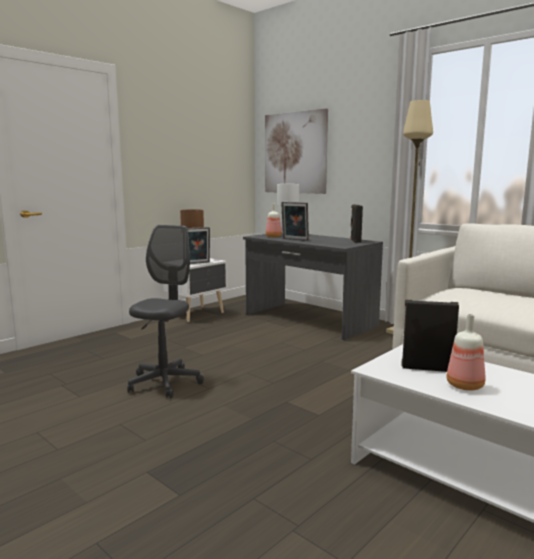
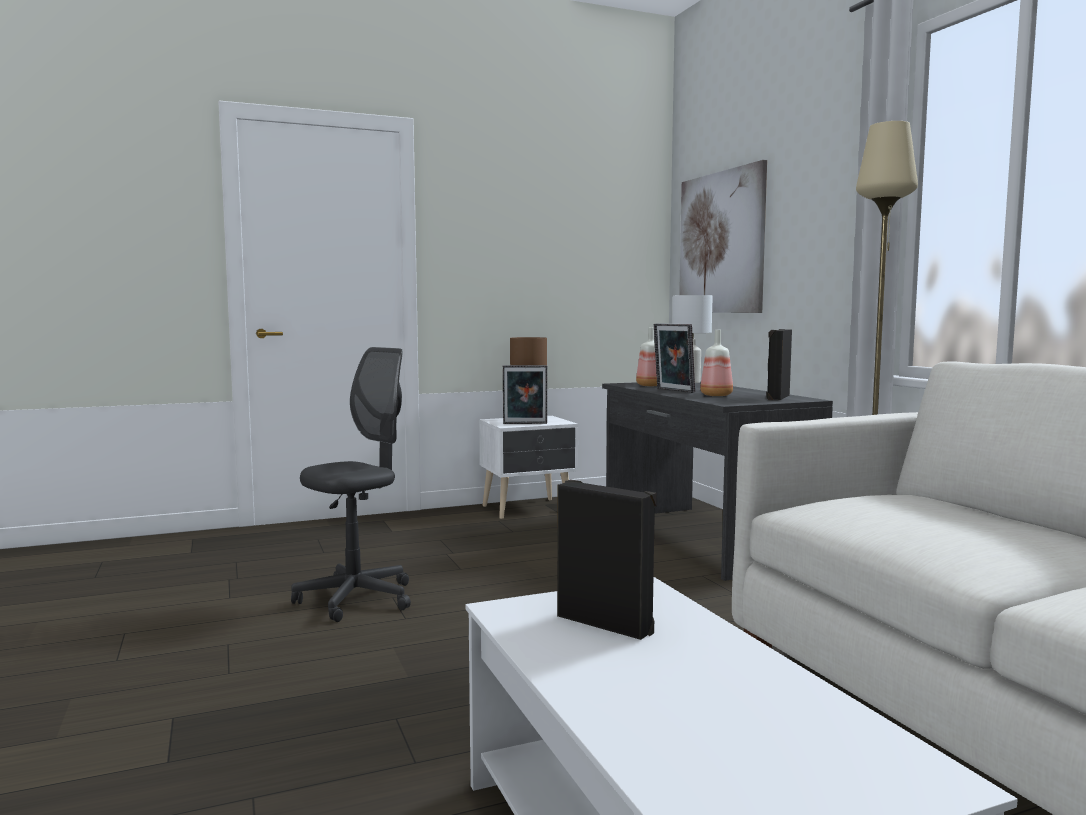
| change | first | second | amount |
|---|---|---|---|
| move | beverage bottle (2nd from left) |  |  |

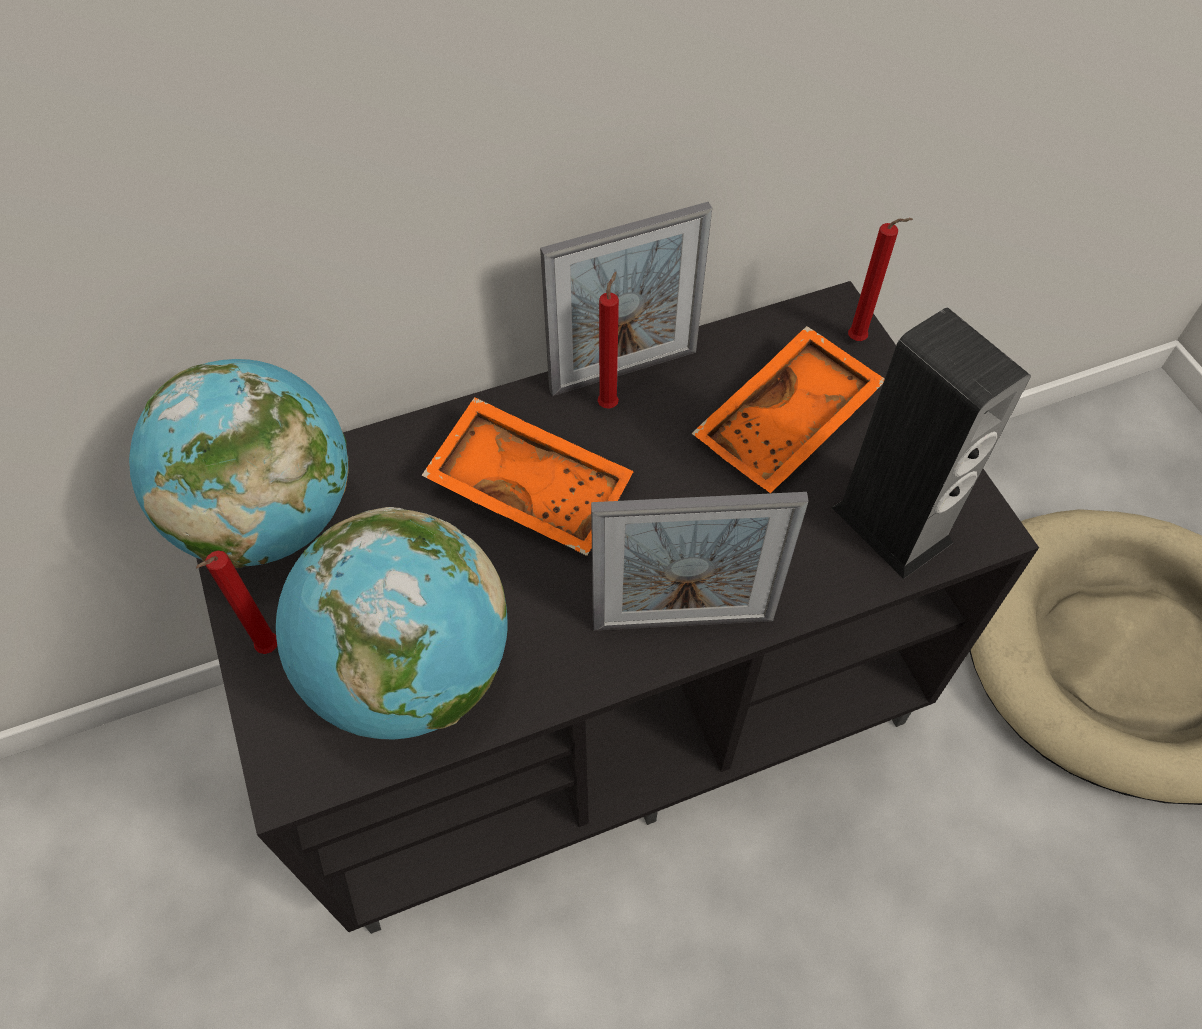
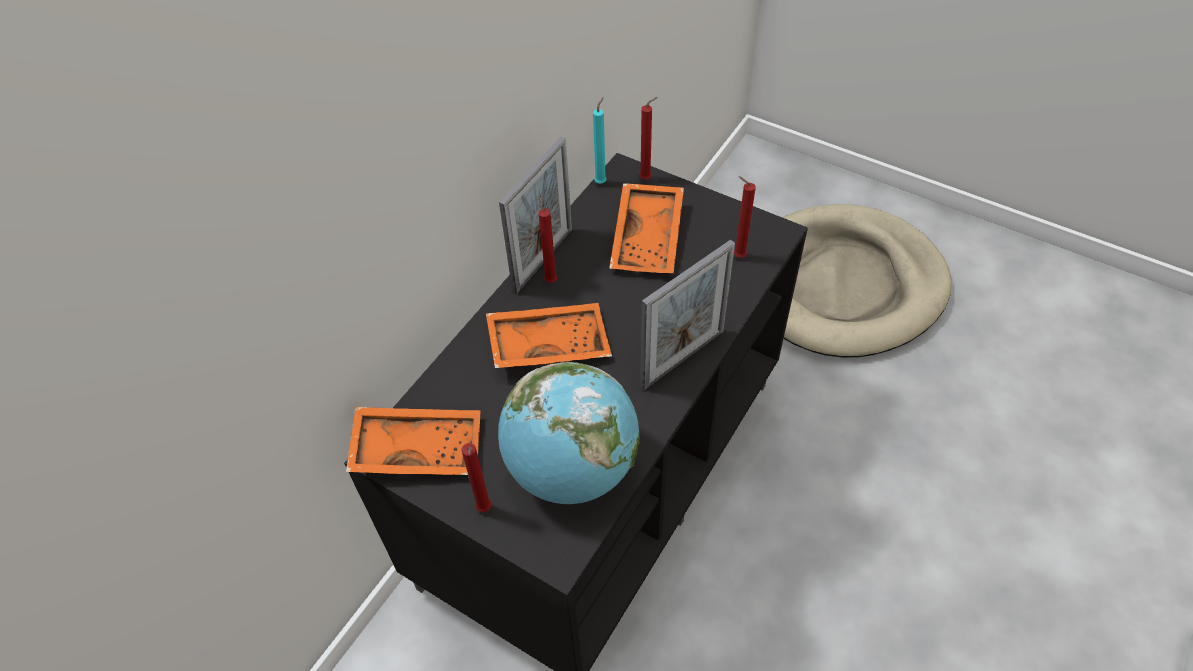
| change | first | second | amount |
|---|---|---|---|
| replace | desk globe (1st from left) | serving tray in orange-coloured (1st from left) |  |
| replace | audio speaker | candle in red-coloured (4th from left) |  |
| insert |  | candle in blue-green |  |

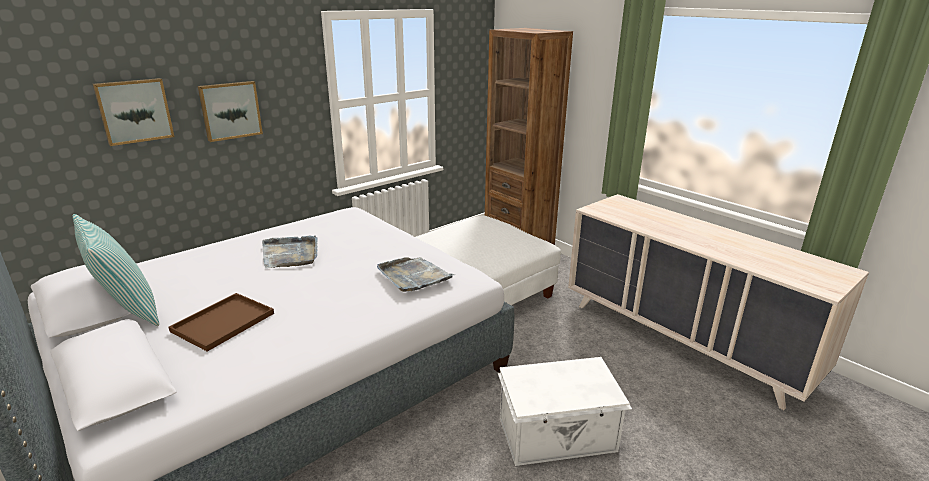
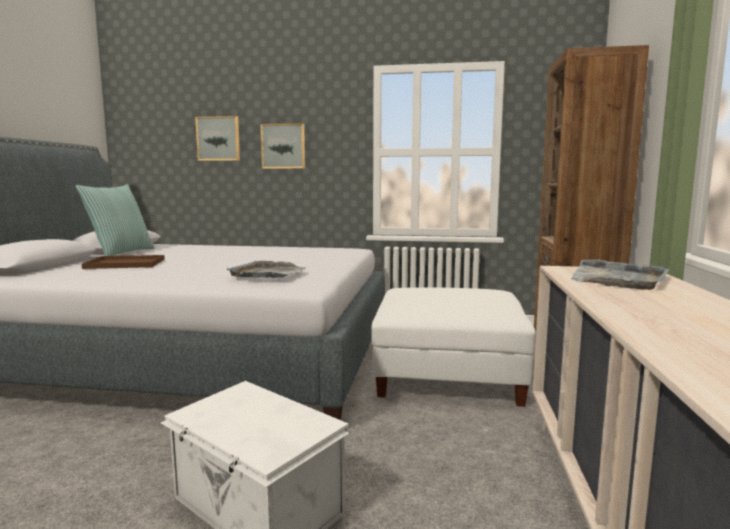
| change | first | second | amount |
|---|---|---|---|
| move | serving tray in greyish (1st from left in the first image) | serving tray in greyish (2nd from left) |  |

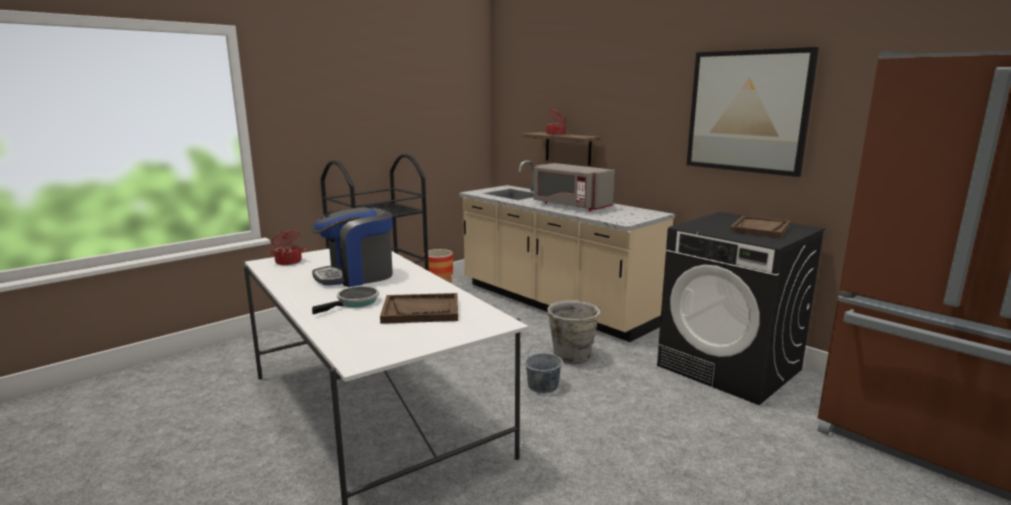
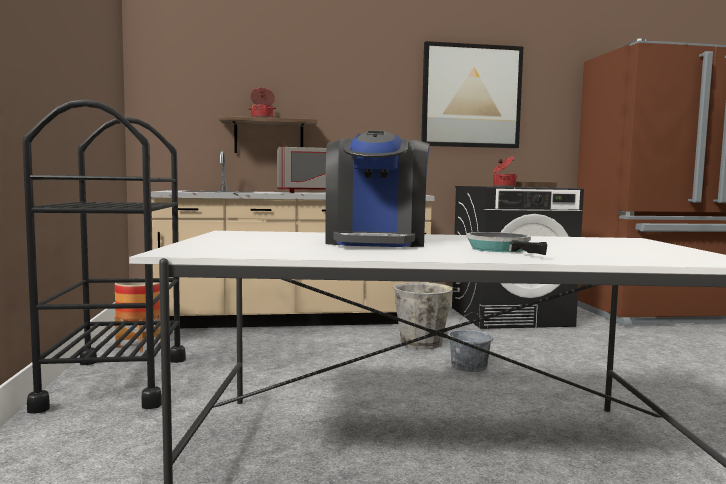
| change | first | second | amount |
|---|---|---|---|
| move | cooking pot (1st from left in the first image) | cooking pot (2nd from left) |  |
| delete | serving tray in brownish (1st from left) |  |  |

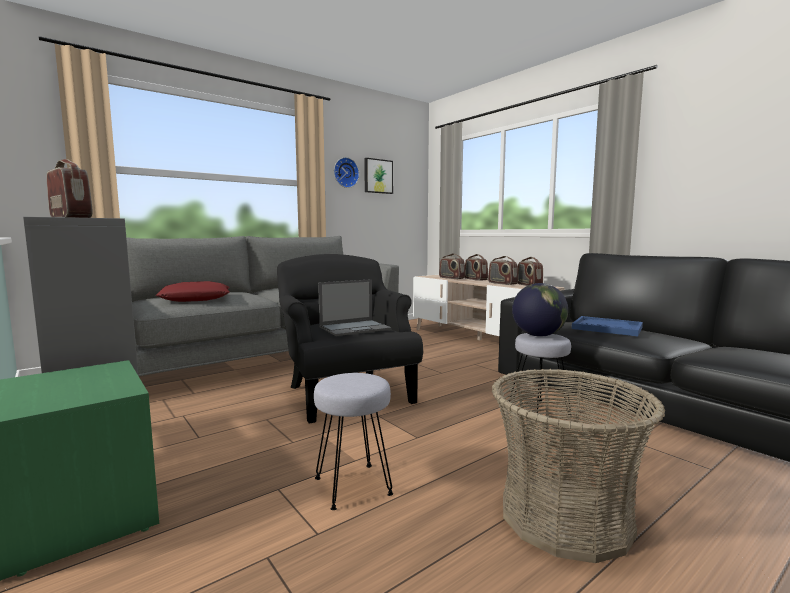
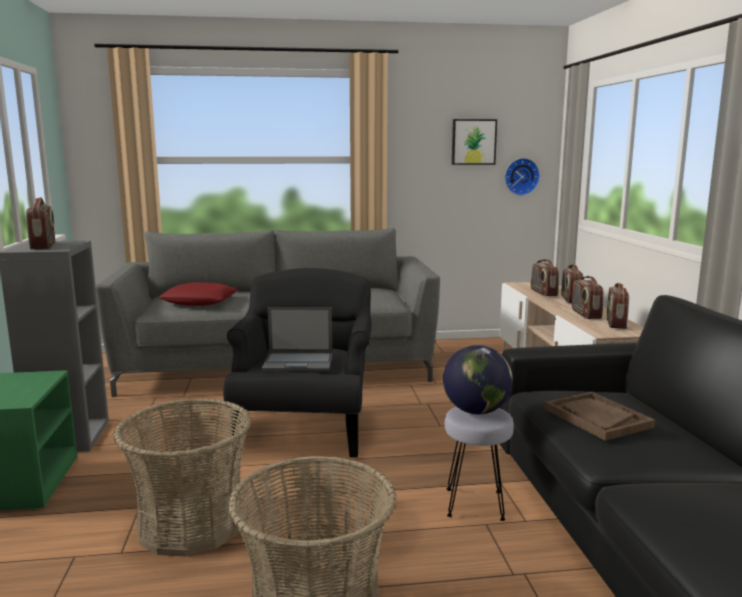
| change | first | second | amount |
|---|---|---|---|
| replace | stool seat in greyish (1st from left) | storage basket (1st from left) |  |
| move | clock on the wall |  |  |
| recolor | serving tray in blue-coloured | serving tray in brownish |  |

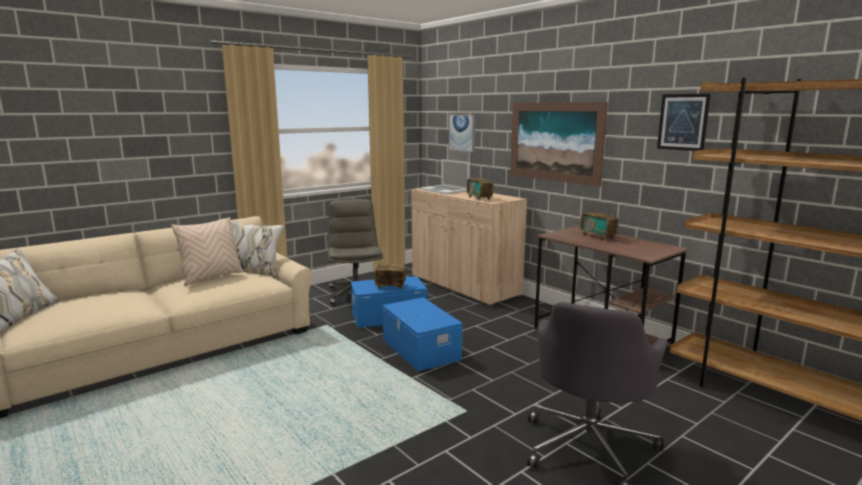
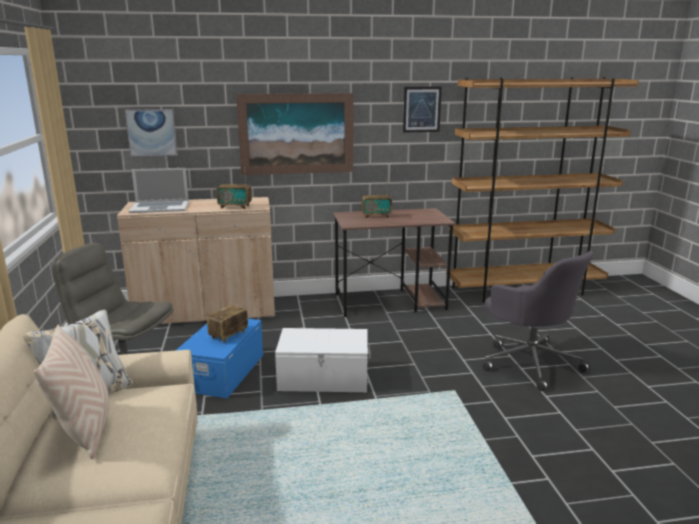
| change | first | second | amount |
|---|---|---|---|
| recolor | storage container in blue-coloured (2nd from left) | storage container in white |  |

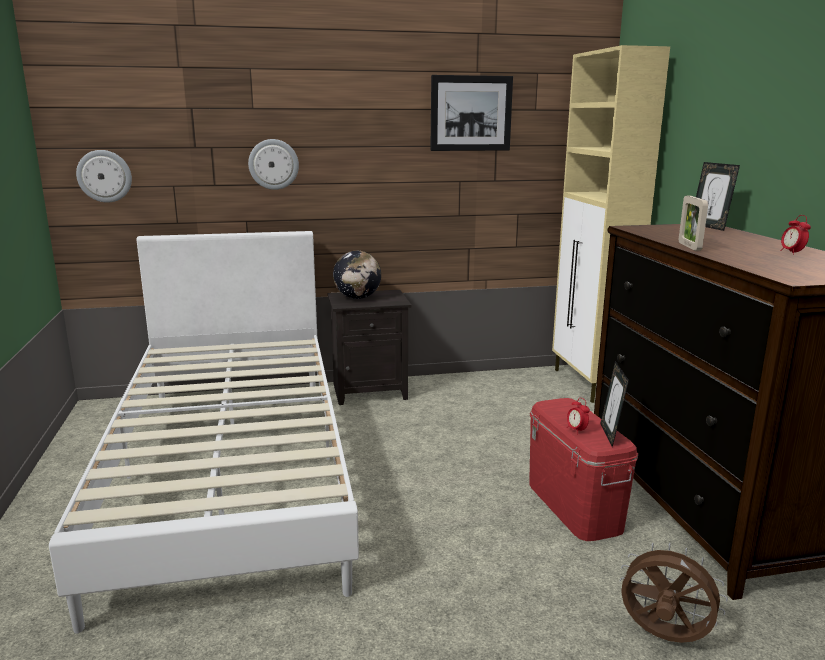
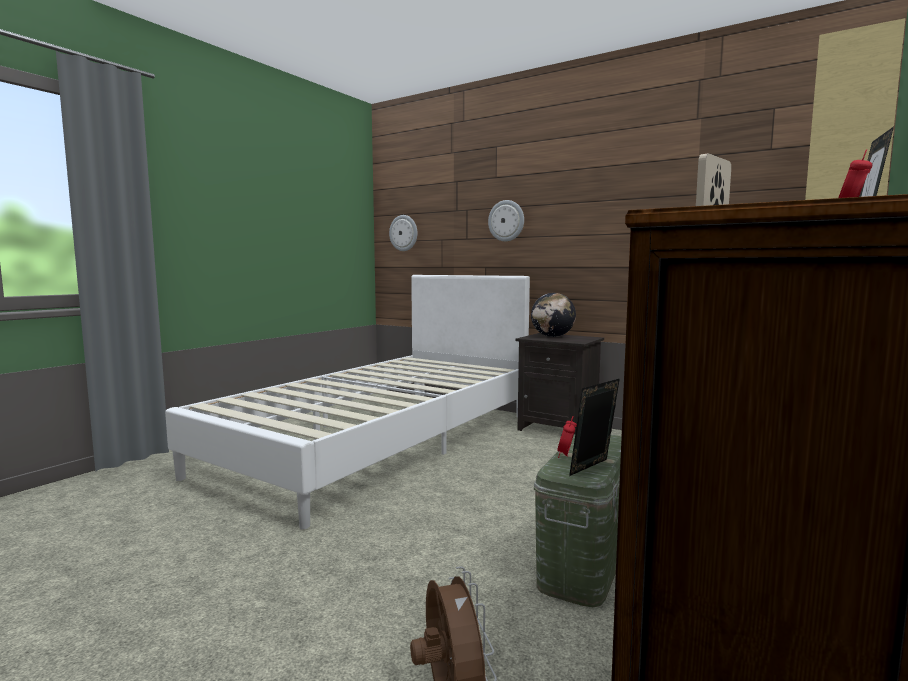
| change | first | second | amount |
|---|---|---|---|
| delete | wall art |  |  |
| recolor | storage container in red-coloured | storage container in green-coloured |  |

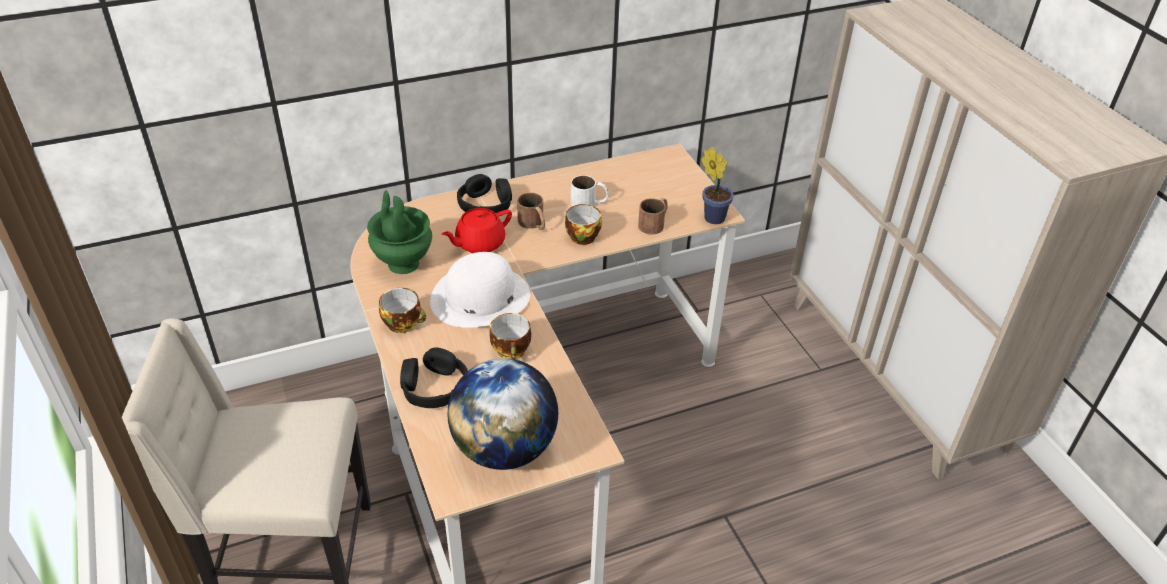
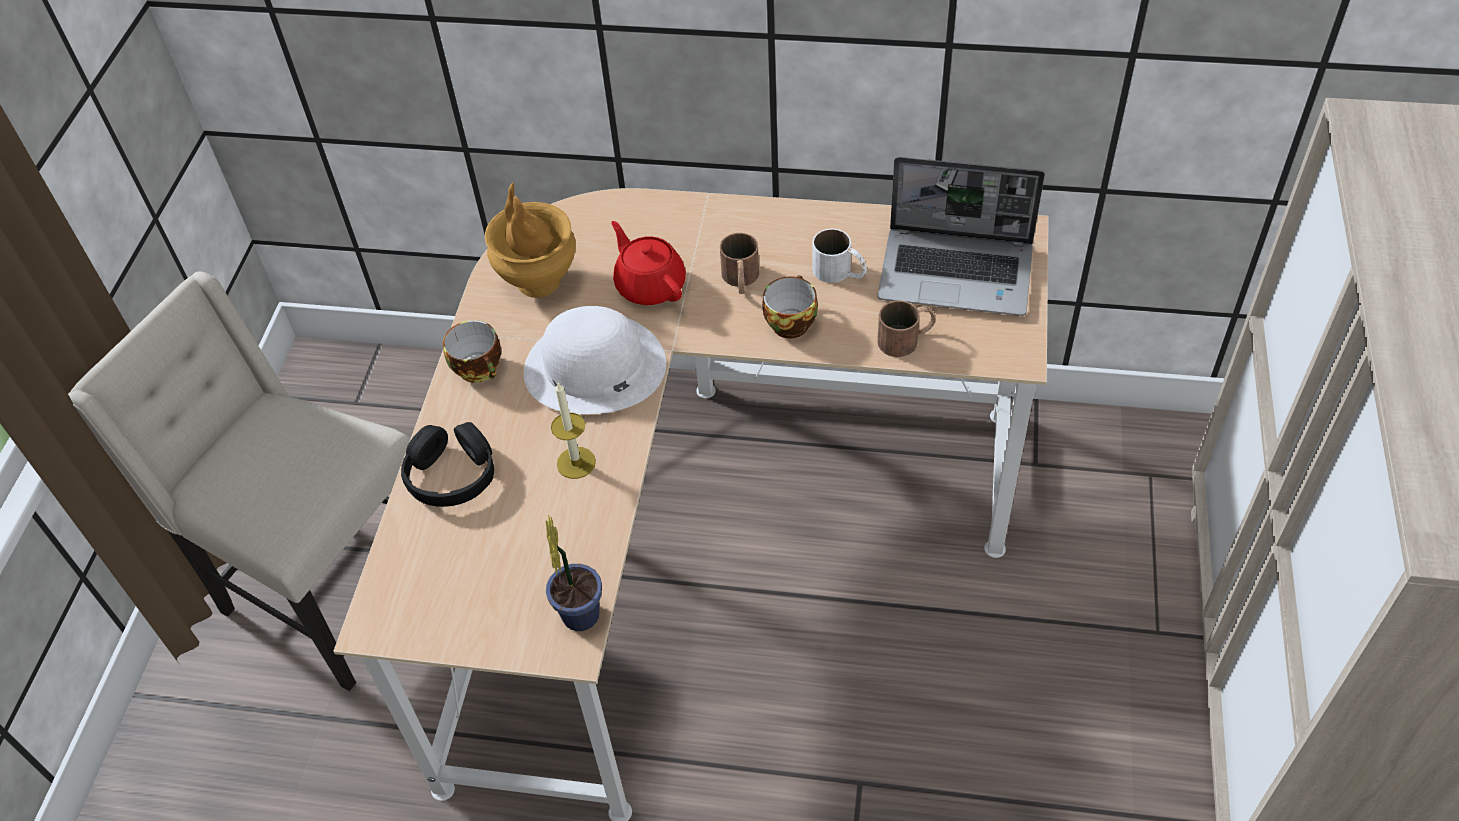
| change | first | second | amount |
|---|---|---|---|
| recolor | decorative vase in green-coloured | decorative vase in brownish |  |
| rotate | tea pot in red-coloured |  | 60 degrees clockwise |
| delete | desk globe |  |  |
| delete | pair of headphones in black-coloured (2nd from left) |  |  |
| replace | drinking cup (2nd from left) | candle |  |
| move | potted plant |  |  |
| insert |  | notebook computer |  |

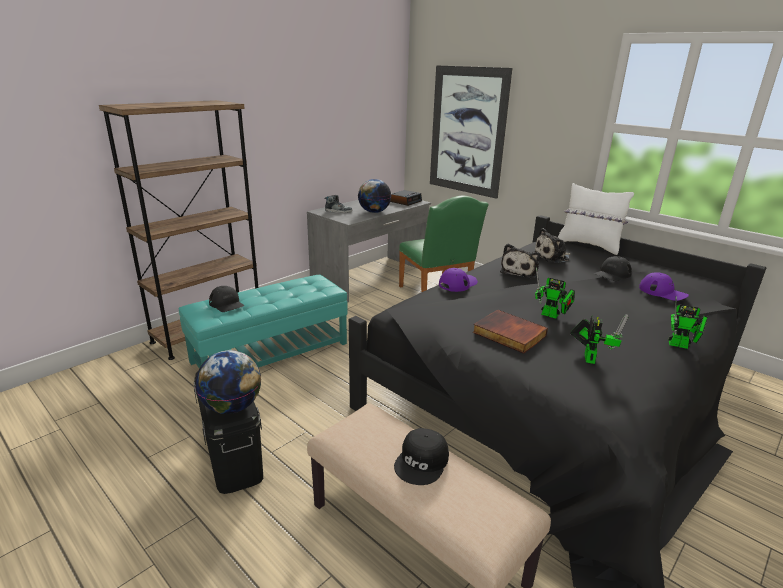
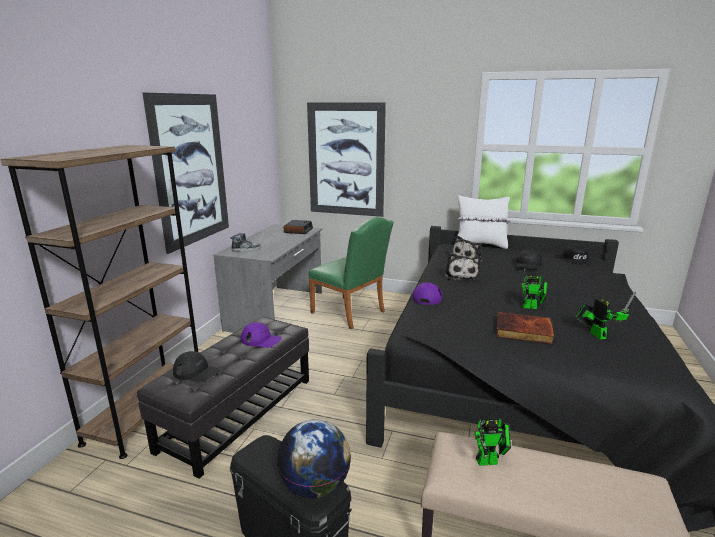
| change | first | second | amount |
|---|---|---|---|
| recolor | ottoman in blue-green | ottoman in black-coloured |  |
| delete | desk globe (2nd from left) |  |  |
| move | baseball cap in black-coloured (2nd from left in the first image) | baseball cap in black-coloured (3rd from left) |  |
| move | baseball cap in purple-coloured (2nd from left in the first image) | baseball cap in purple-coloured (1st from left) |  |
| move | model robot (3rd from left in the first image) | model robot (1st from left) |  |
| insert |  | wall art (1st from left) |  |

